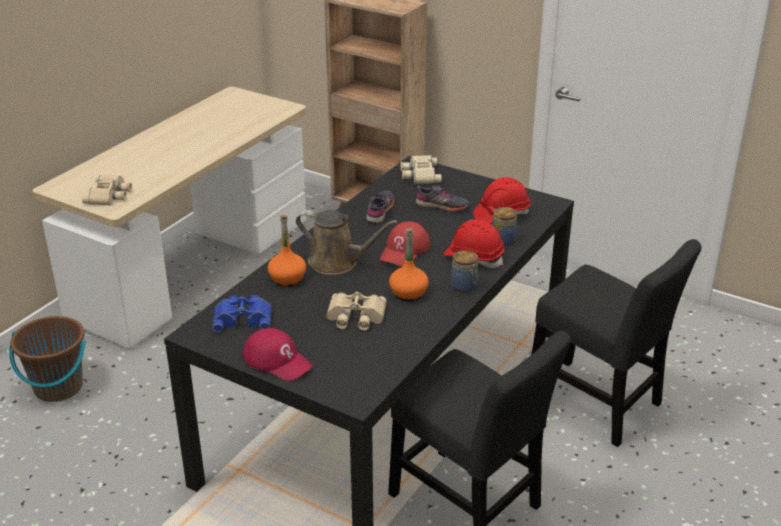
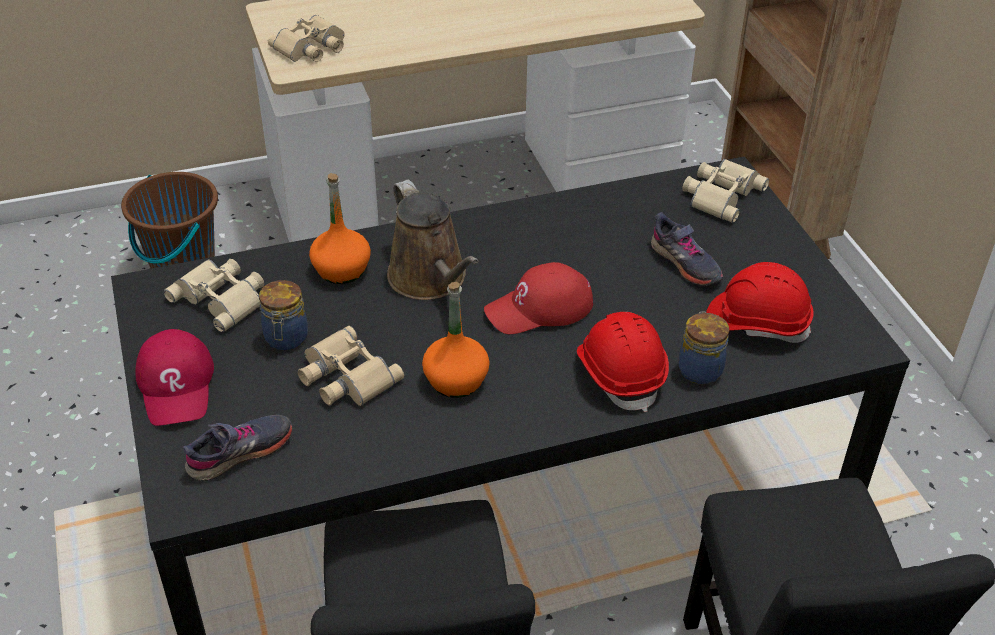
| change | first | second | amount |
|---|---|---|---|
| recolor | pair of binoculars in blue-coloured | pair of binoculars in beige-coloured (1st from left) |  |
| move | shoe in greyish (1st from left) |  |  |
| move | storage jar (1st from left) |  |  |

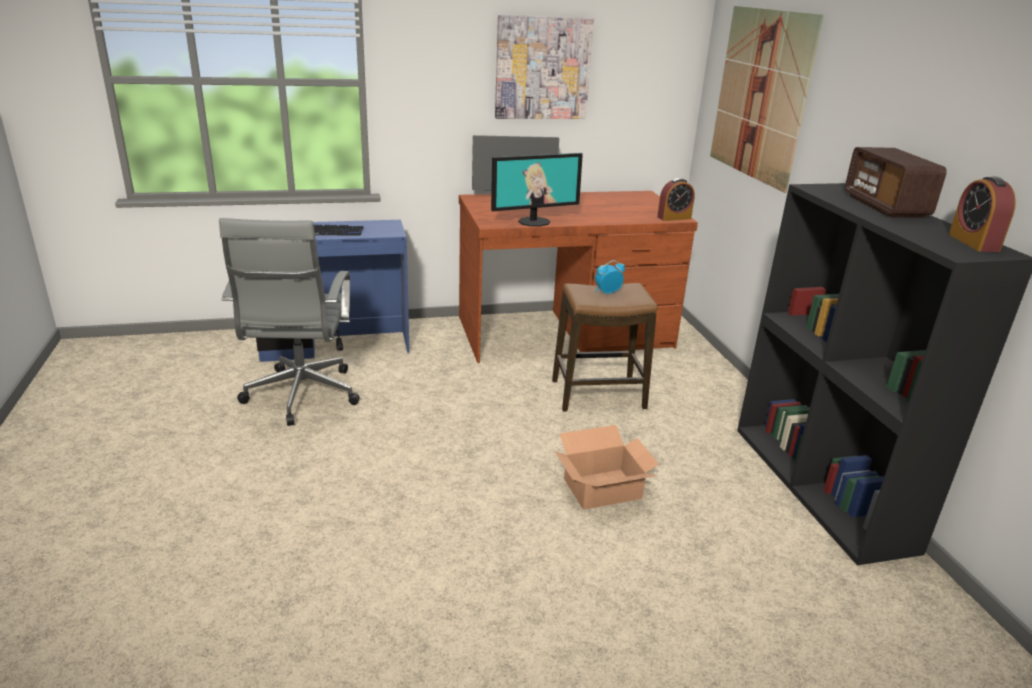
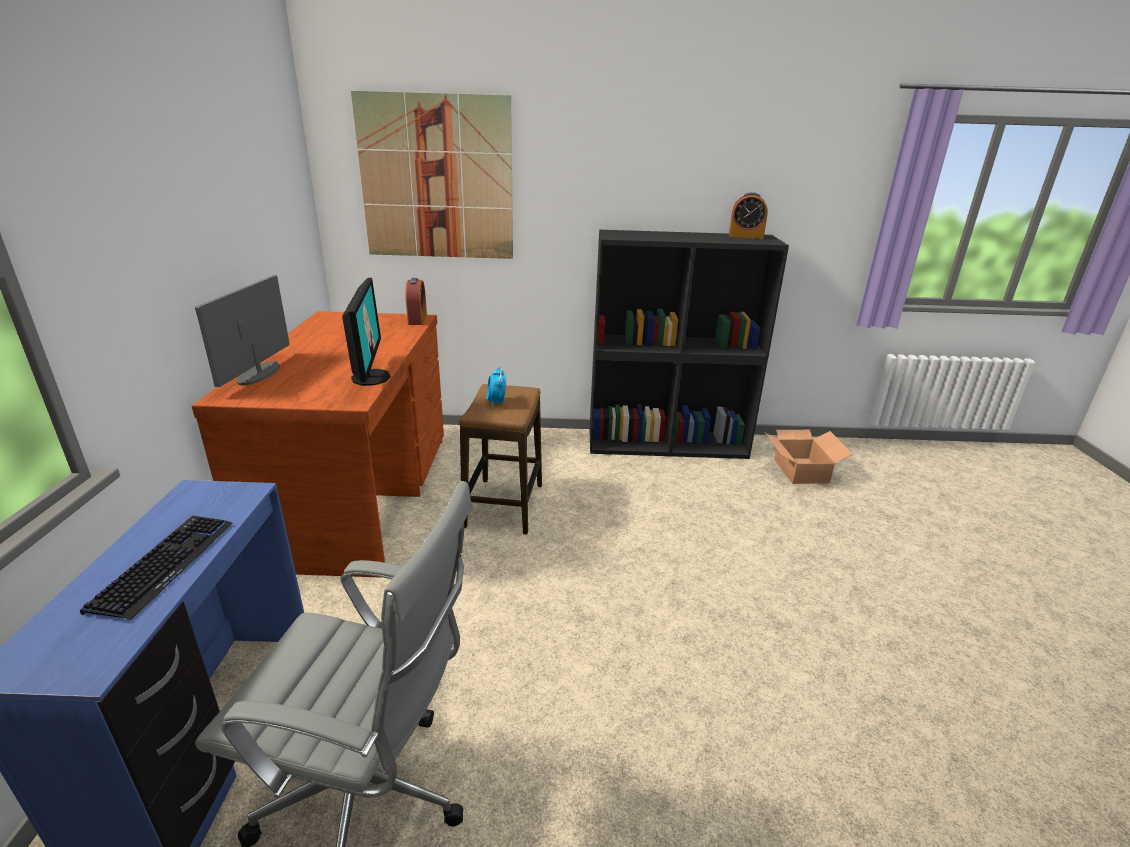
| change | first | second | amount |
|---|---|---|---|
| delete | wall art (1st from left) |  |  |
| move | cardboard box |  |  |
| delete | radio receiver |  |  |

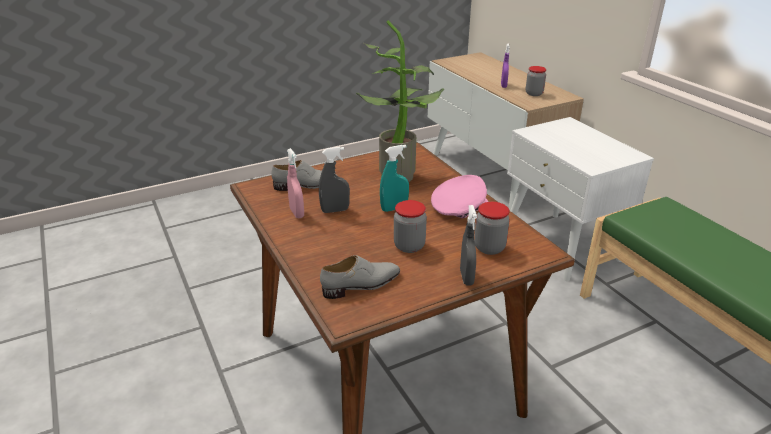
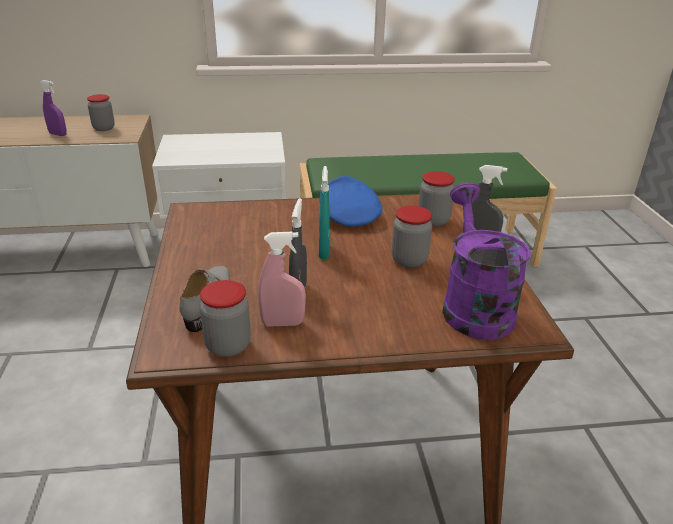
| change | first | second | amount |
|---|---|---|---|
| replace | shoe in greyish (2nd from left) | watering can in purple-coloured |  |
| delete | potted plant |  |  |
| recolor | baseball cap in pinkish | baseball cap in blue-coloured |  |
| insert |  | storage jar (2nd from left) |  |

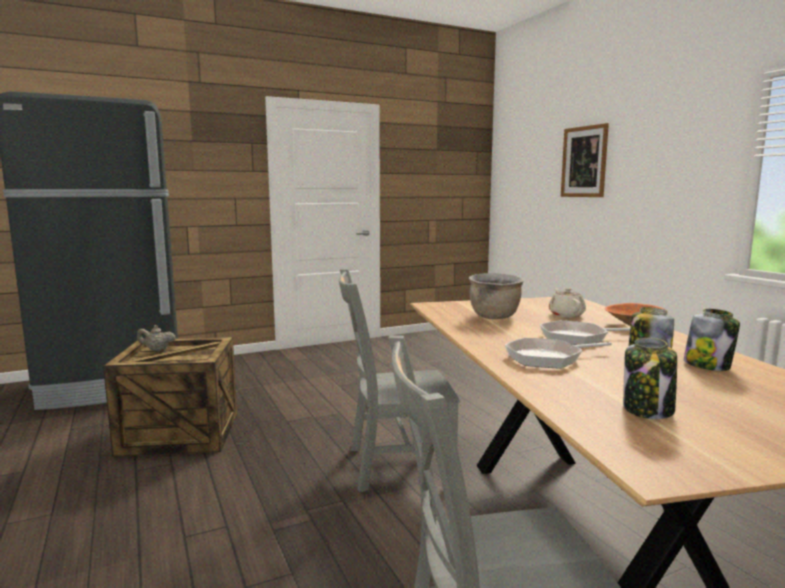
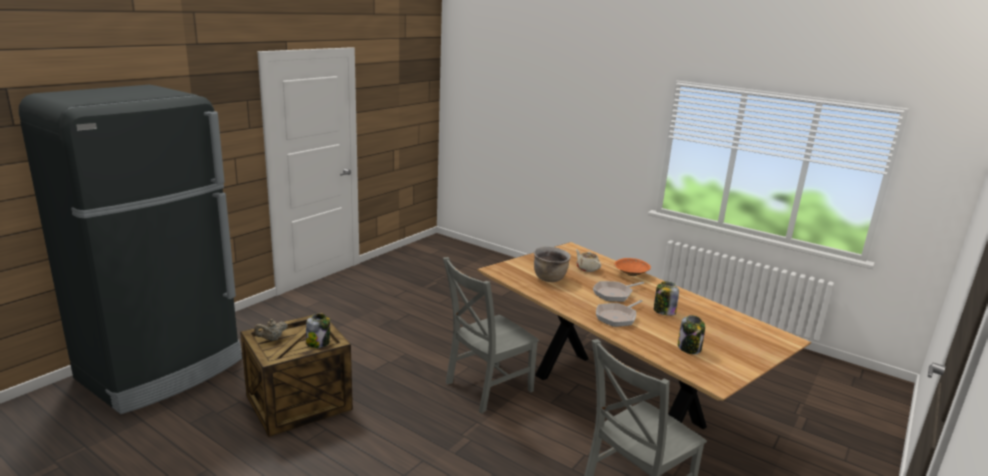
| change | first | second | amount |
|---|---|---|---|
| delete | wall art |  |  |
| move | storage jar (3rd from left in the first image) | storage jar (1st from left) |  |

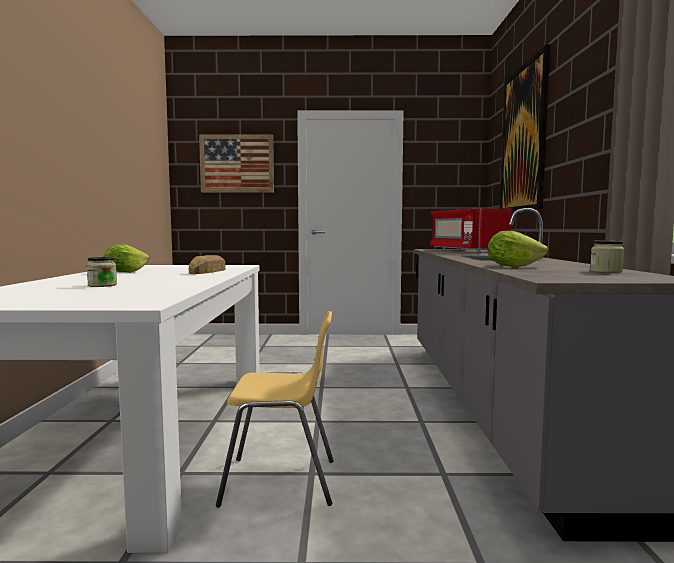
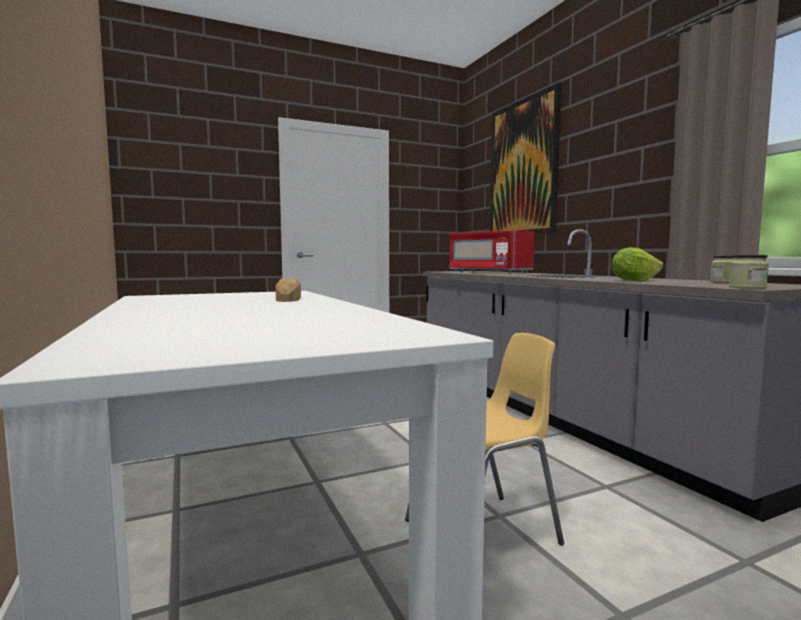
| change | first | second | amount |
|---|---|---|---|
| move | storage jar (1st from left in the first image) | storage jar (2nd from left) |  |
| delete | lettuce head (1st from left) |  |  |
| delete | wall art (1st from left) |  |  |

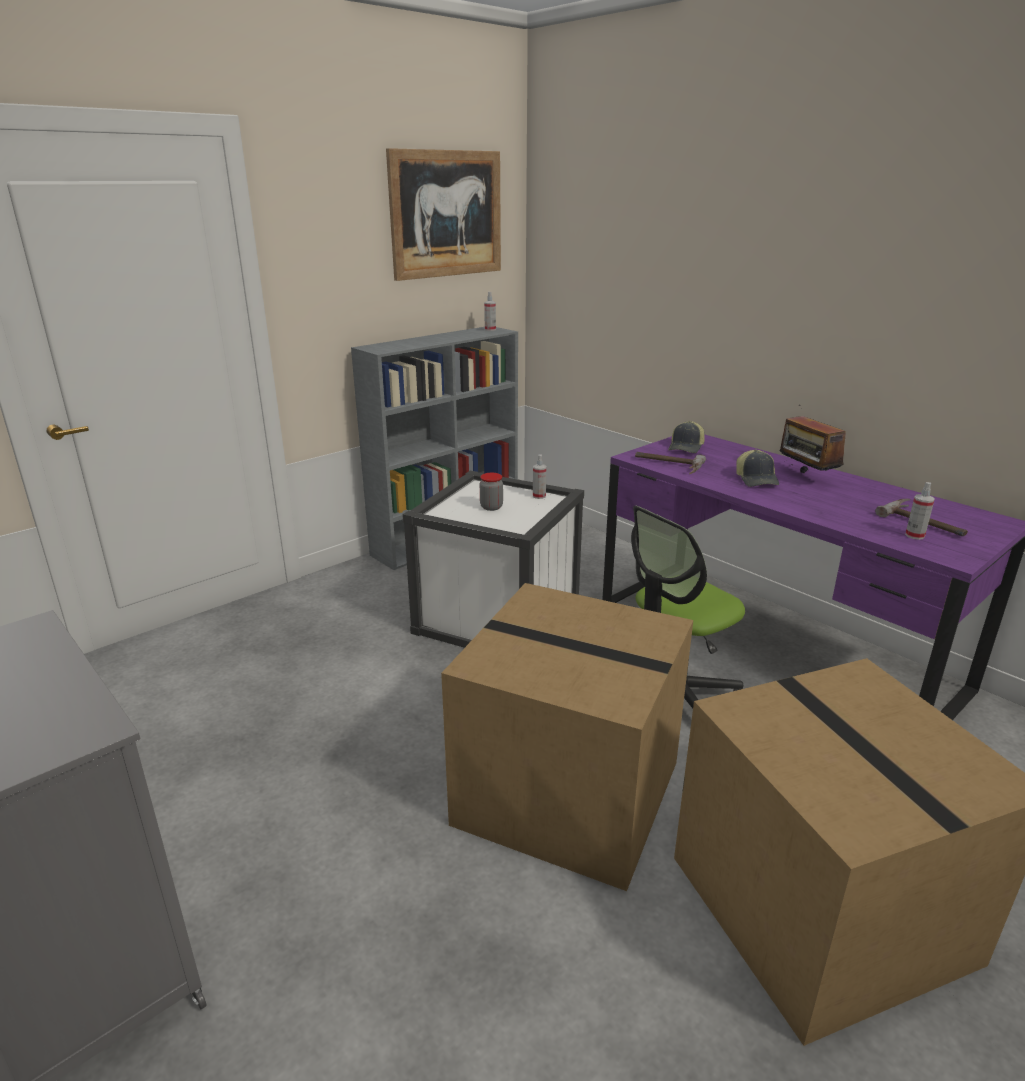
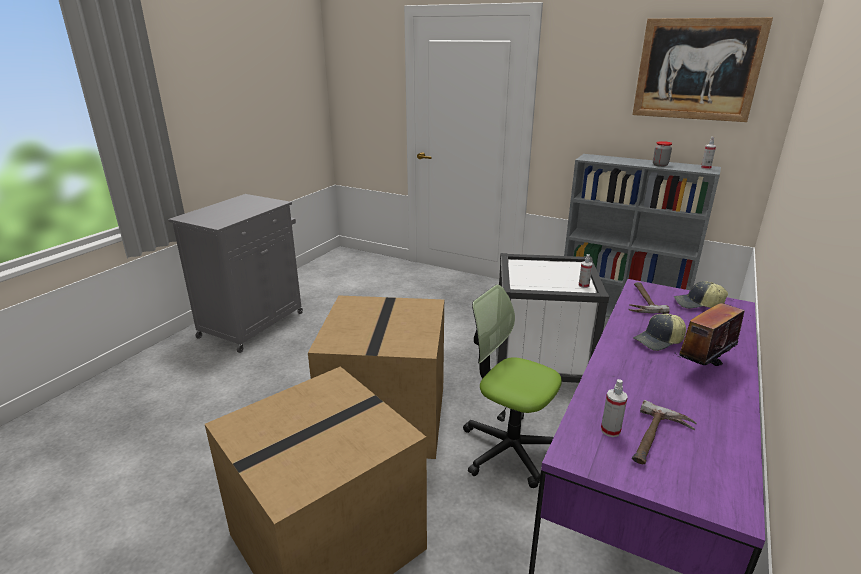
| change | first | second | amount |
|---|---|---|---|
| move | storage jar |  |  |

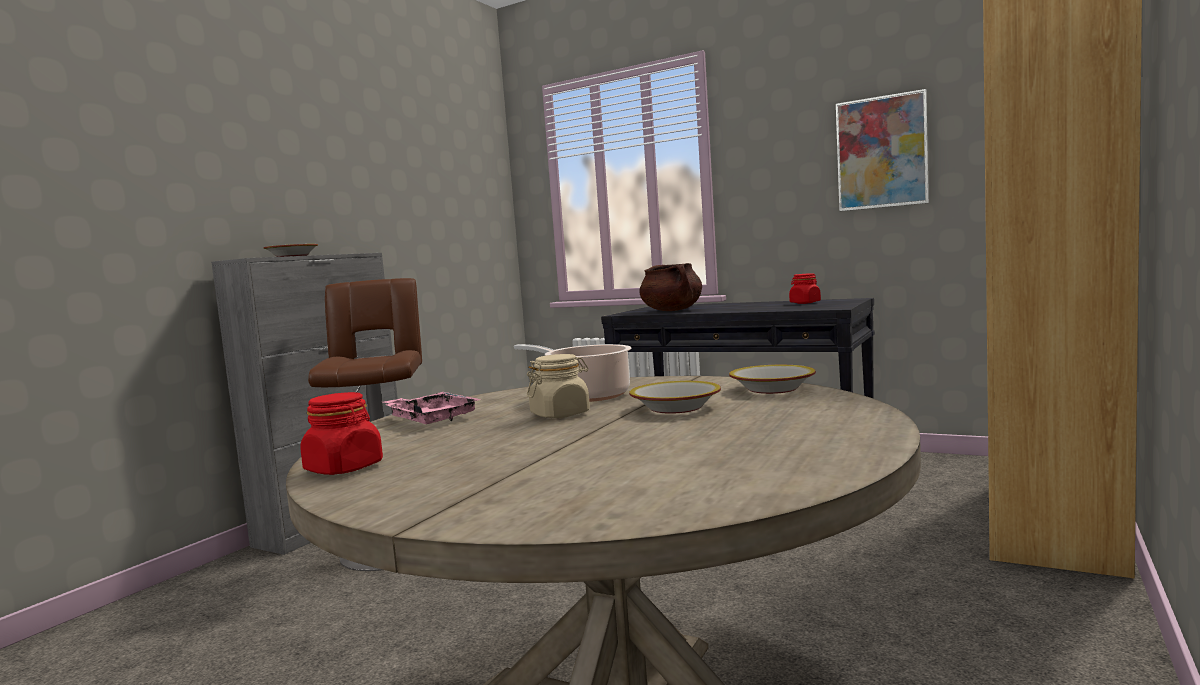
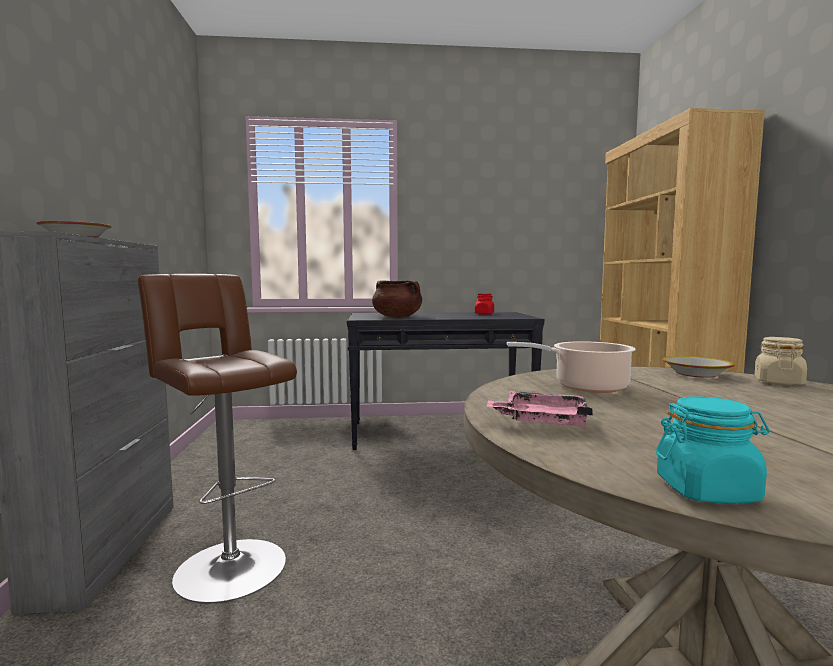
| change | first | second | amount |
|---|---|---|---|
| recolor | storage jar in red-coloured (1st from left) | storage jar in blue-green |  |
| move | storage jar in beige-coloured |  |  |
| delete | bowl (2nd from left) |  |  |
| delete | wall art |  |  |

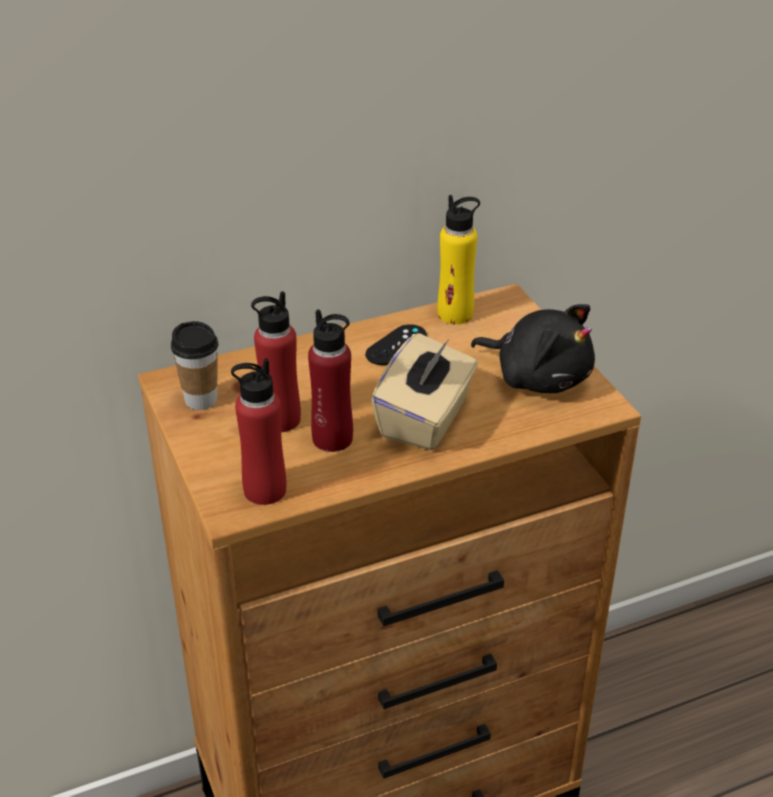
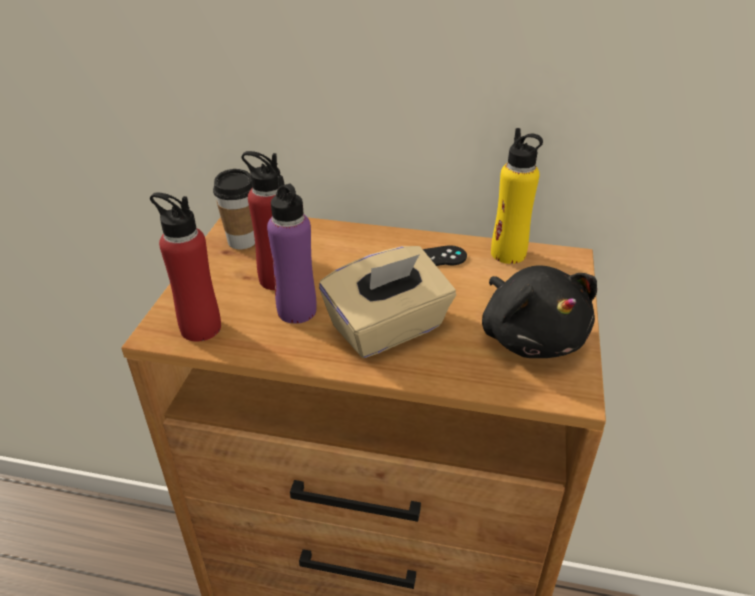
| change | first | second | amount |
|---|---|---|---|
| recolor | beverage bottle in red-coloured (3rd from left) | beverage bottle in purple-coloured |  |

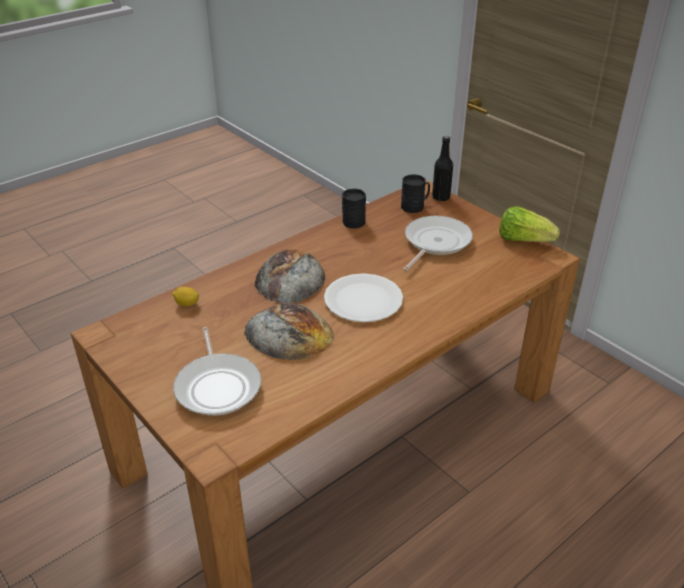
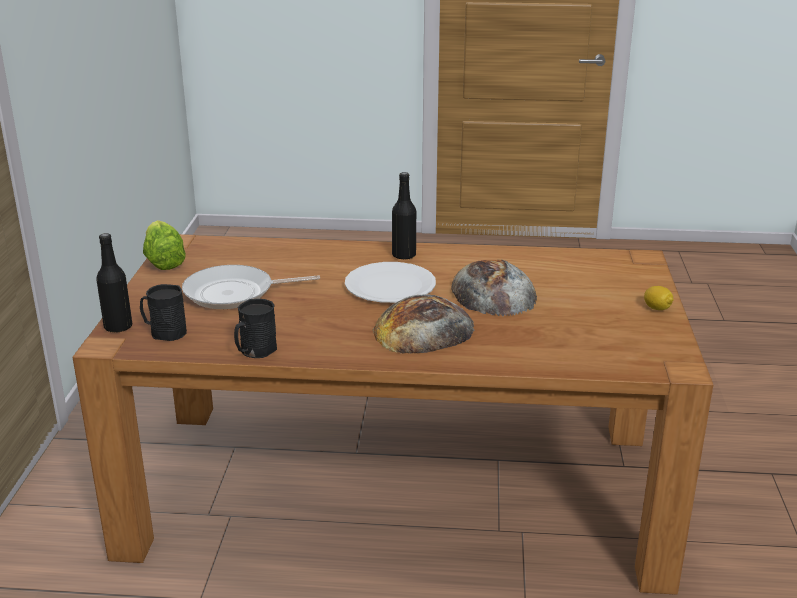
| change | first | second | amount |
|---|---|---|---|
| move | whole lemon |  |  |
| delete | skillet (1st from left) |  |  |
| insert |  | beverage bottle in black-coloured (2nd from left) |  |

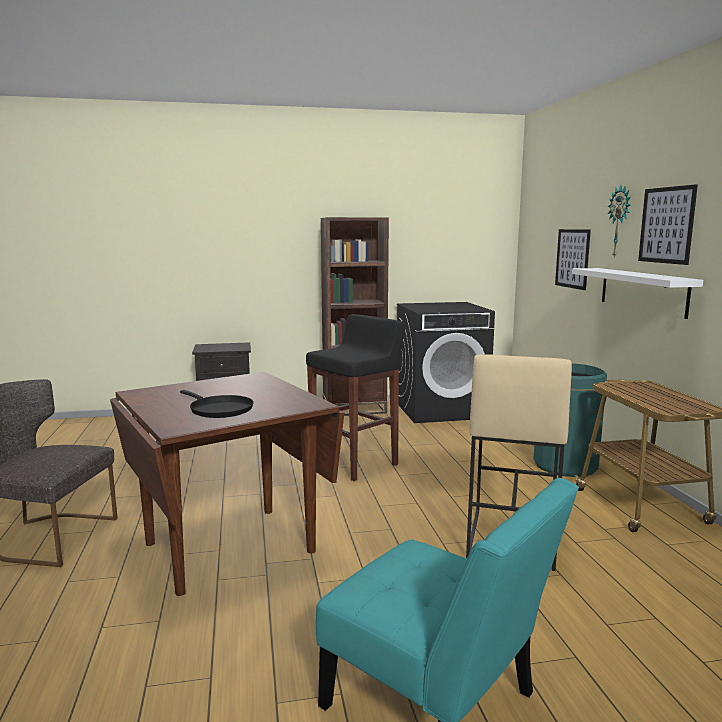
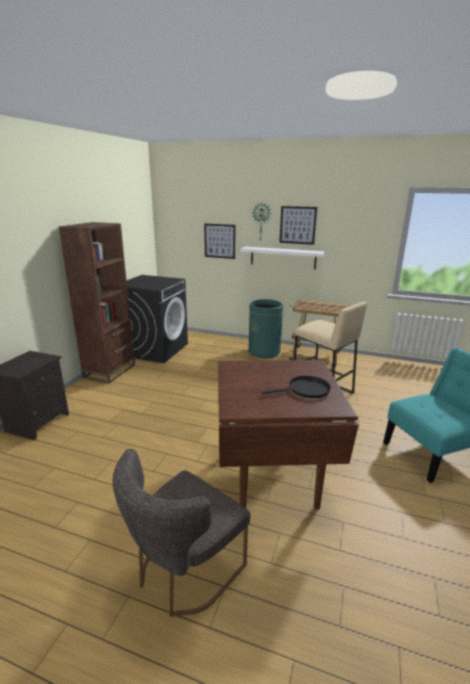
| change | first | second | amount |
|---|---|---|---|
| delete | stool seat in black-coloured |  |  |

